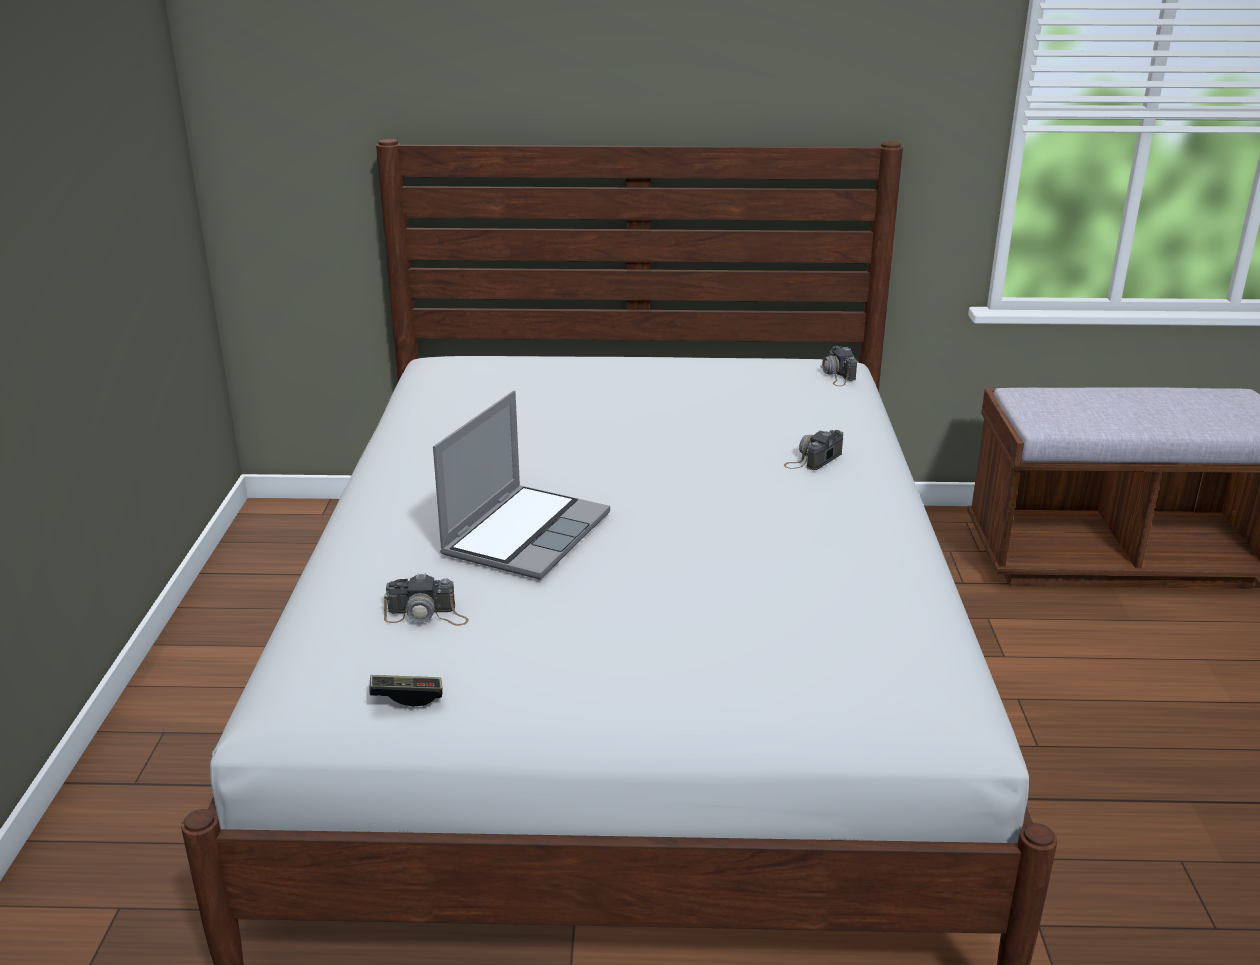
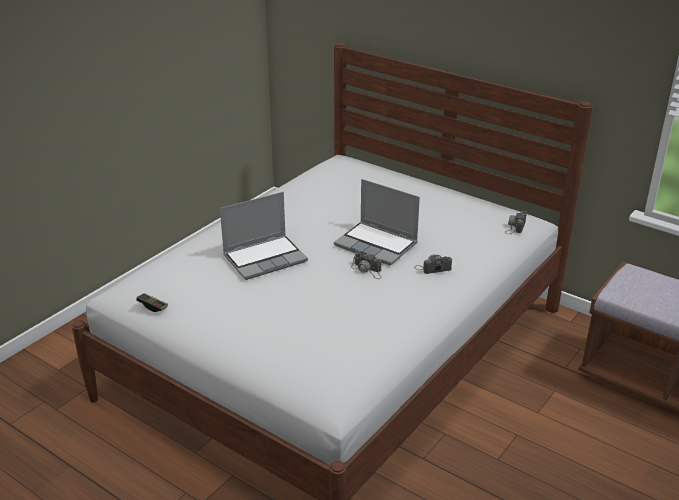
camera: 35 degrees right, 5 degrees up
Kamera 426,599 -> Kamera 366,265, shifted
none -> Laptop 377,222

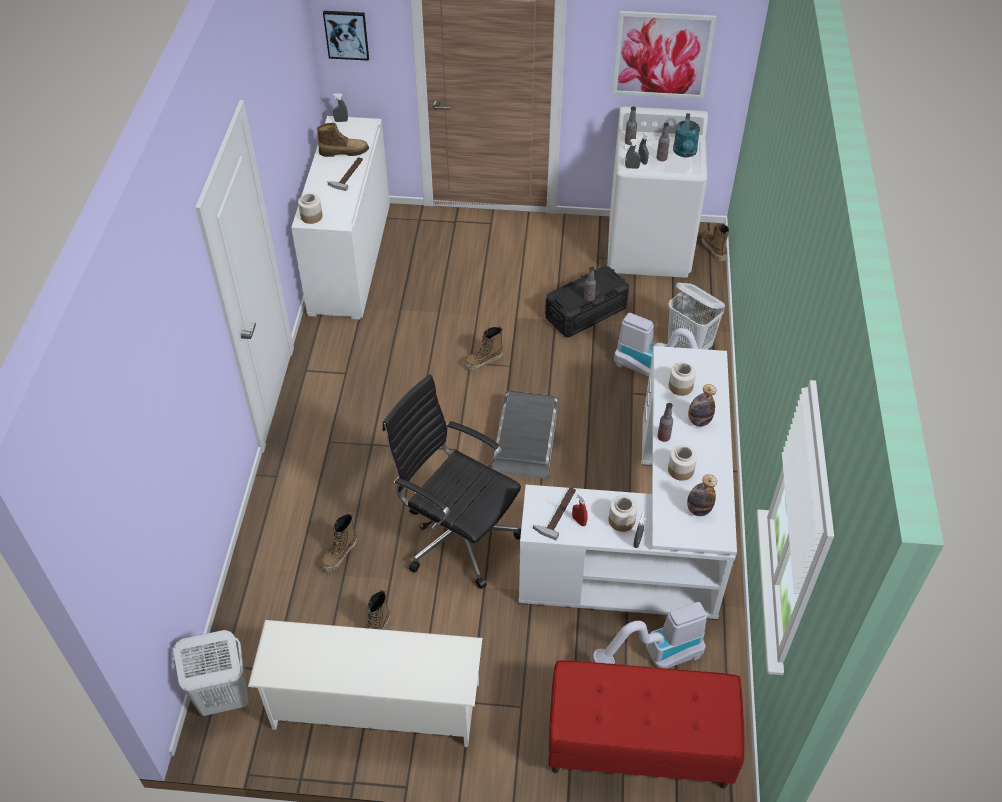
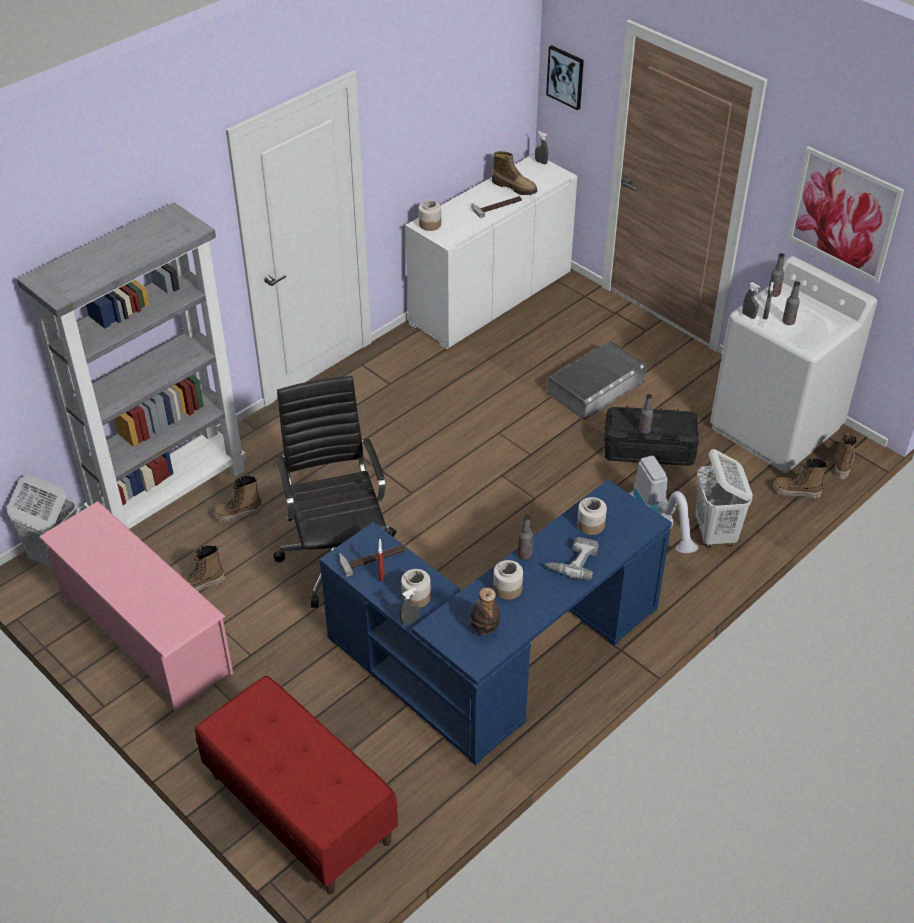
camera: 40 degrees right, 5 degrees down
Schuhregal [weiß] 365,683 -> Schuhregal [rosa] 136,606
Stiefel 483,348 -> Stiefel 801,478, shifted
Aufbewahrungsbox [grau] 526,435 -> Aufbewahrungsbox [grau] 596,380, shifted
Schreibtisch [weiß] 628,483 -> Schreibtisch [blau] 495,623
Staubsauger 650,635 -> none
Gießkanne [türkis] 686,135 -> none
Flasche 702,405 -> Bohrmaschine 572,558
none -> Bücherregal [grau] 131,365

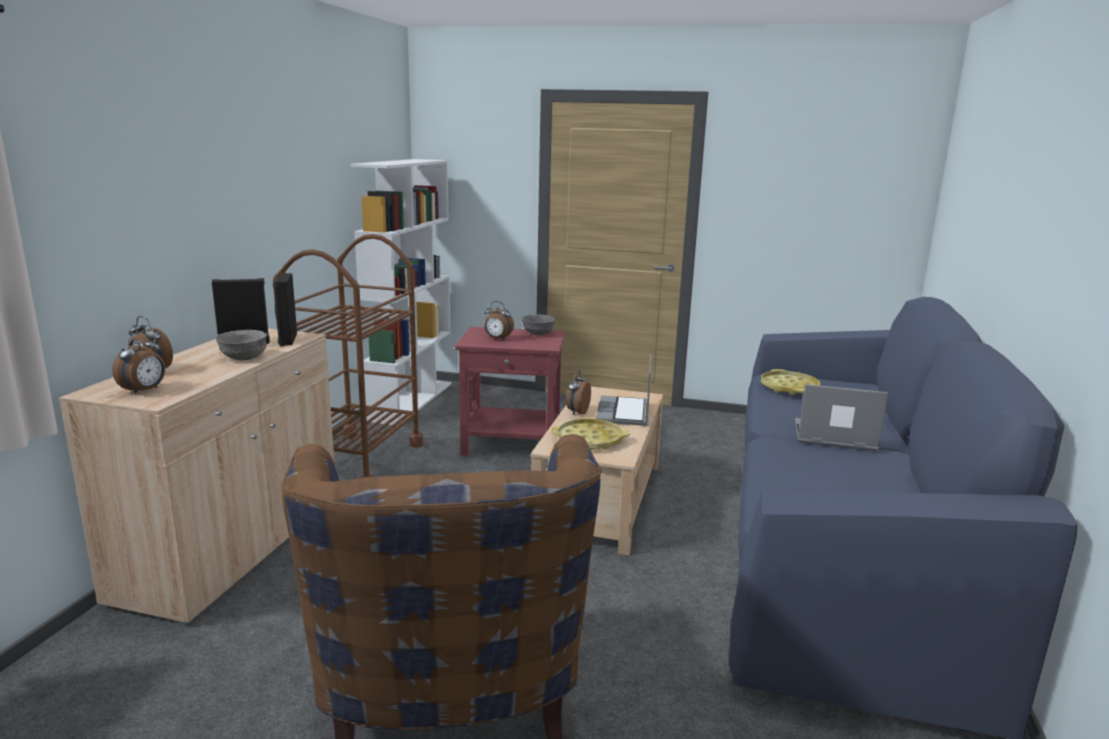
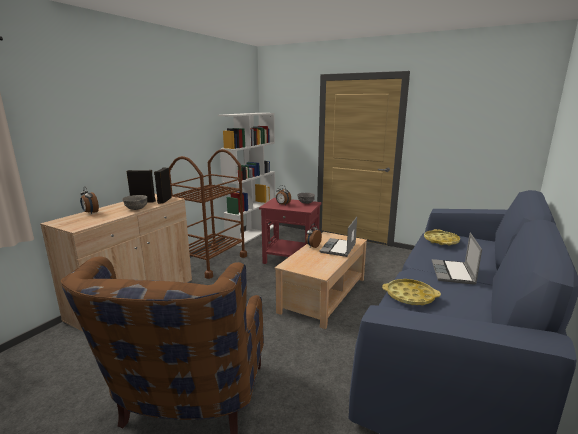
camera: 15 degrees right, 0 degrees up
Wecker 138,363 -> none
Tablett [gelb] 590,434 -> Tablett [gelb] 411,292, shifted
Laptop 841,417 -> Laptop 457,259, 105 degrees counterclockwise

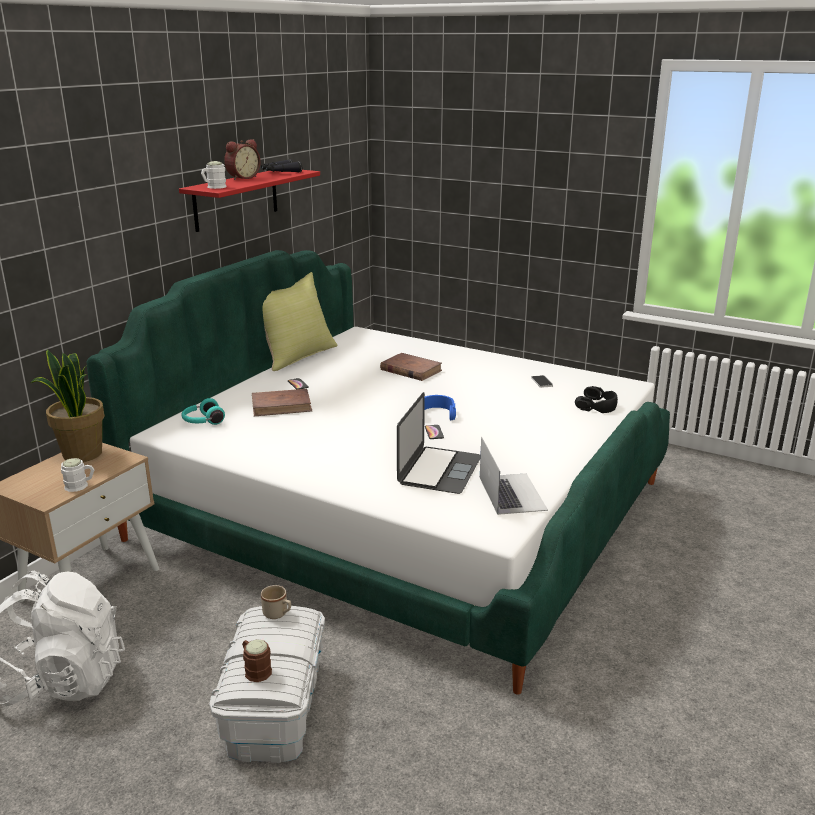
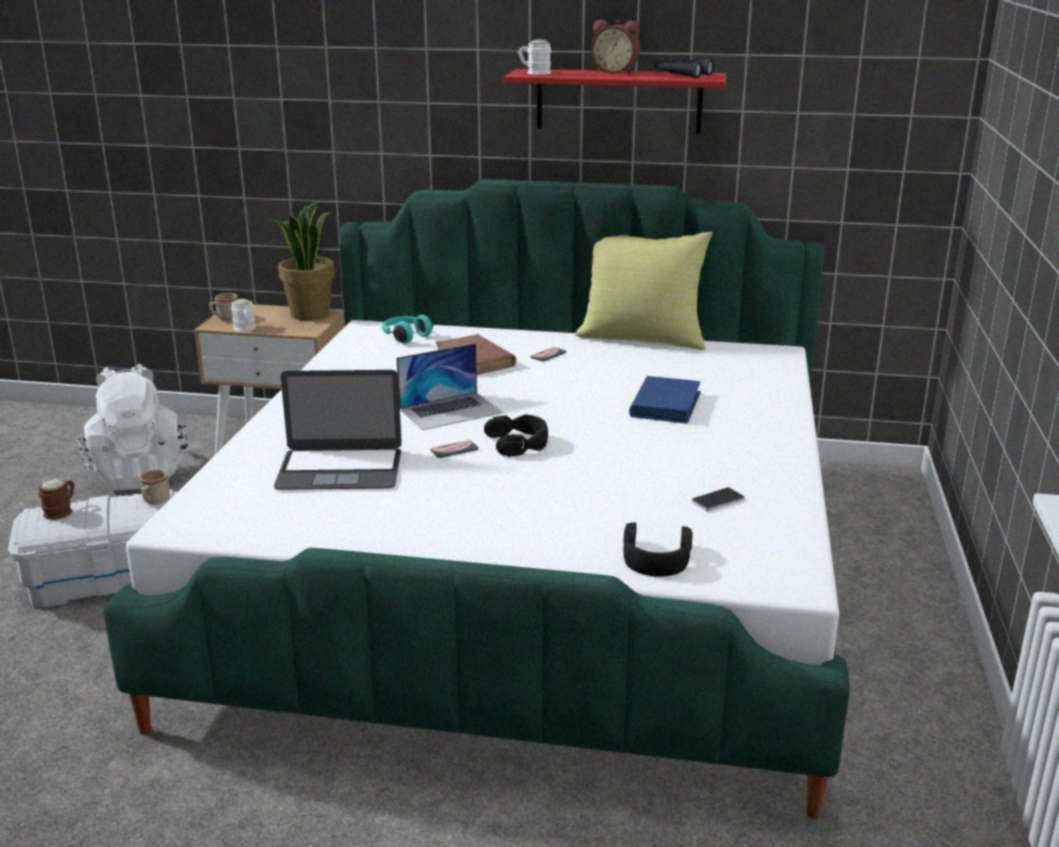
camera: 70 degrees right, 0 degrees up
Buch [braun] 411,367 -> Buch [blau] 665,400
Kopfhörer [blau] 440,407 -> Kopfhörer [schwarz] 516,435
Laptop 514,476 -> Laptop 450,386, shifted
none -> Henkelbecher [beige] 223,306

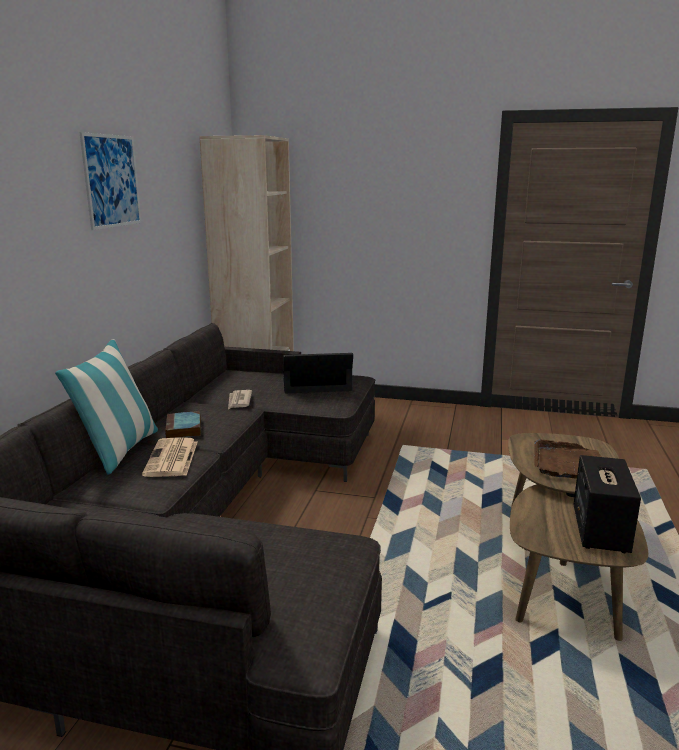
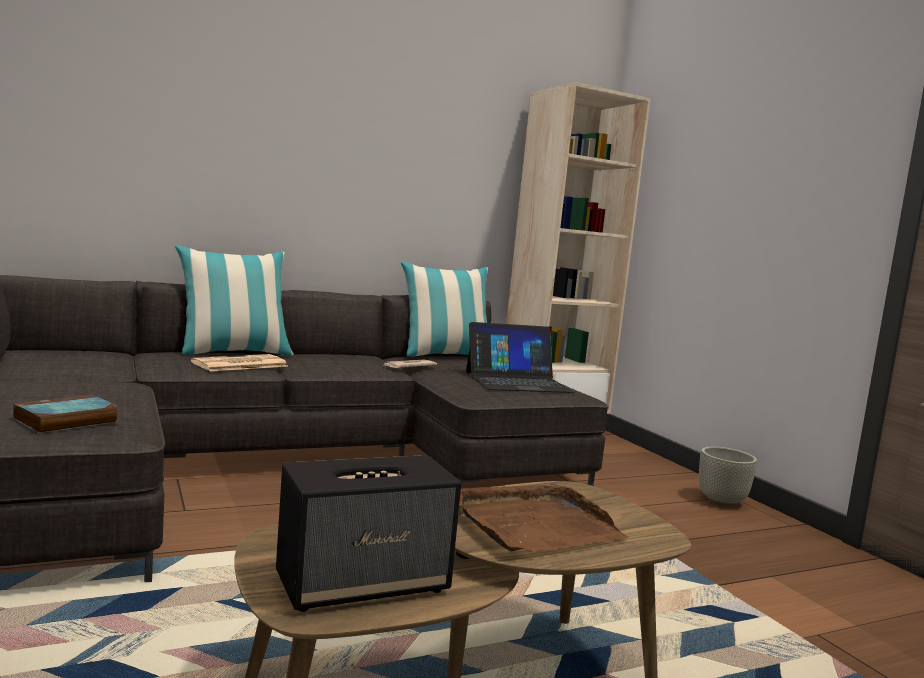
camera: 50 degrees right, 10 degrees down
Bild 110,181 -> none
Buch 183,424 -> Buch 65,414, shifted
Laptop 318,373 -> Laptop 520,357, 120 degrees clockwise
none -> Kissen 444,309
none -> Pflanzkübel [grau] 728,477

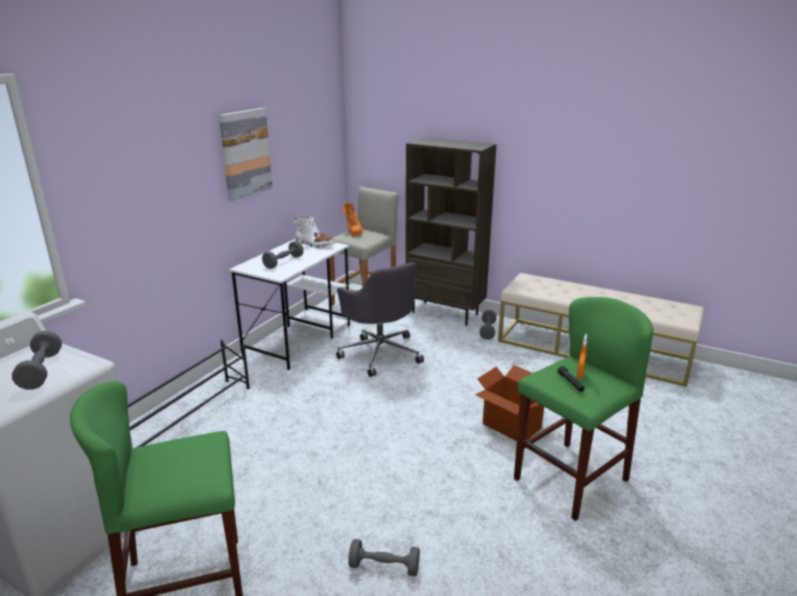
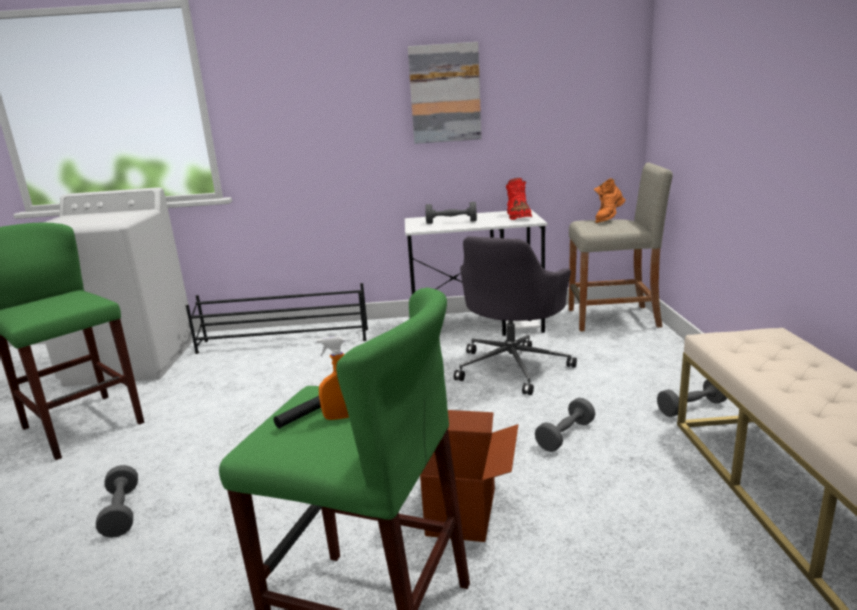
camera: 60 degrees right, 5 degrees down
Hantel [grau] 37,360 -> Hantel [grau] 565,425, shifted
Stiefel [weiß] 314,232 -> Stiefel [rot] 519,199
Bücherregal [braun] 451,231 -> none

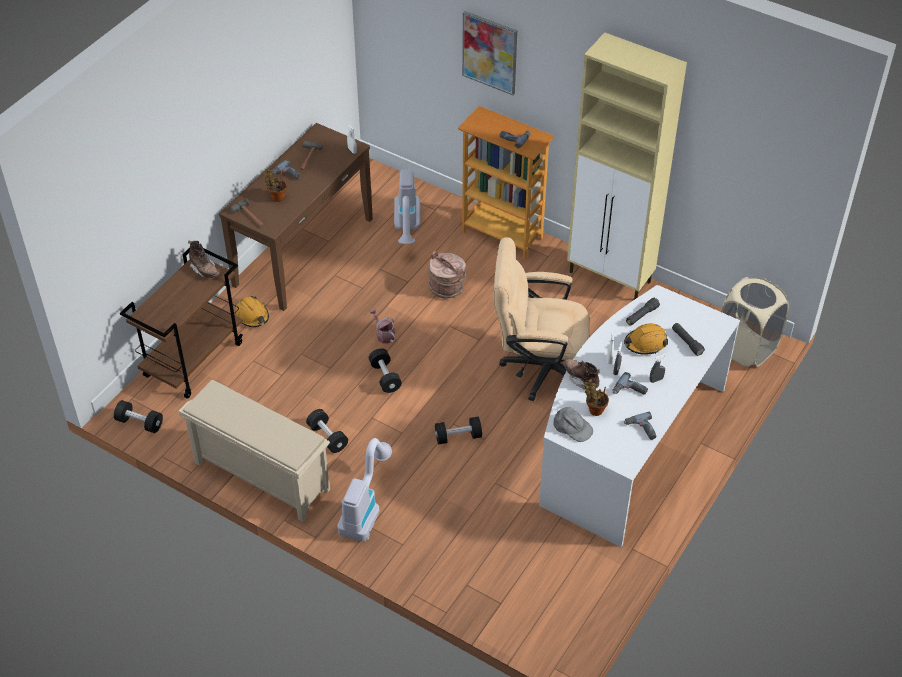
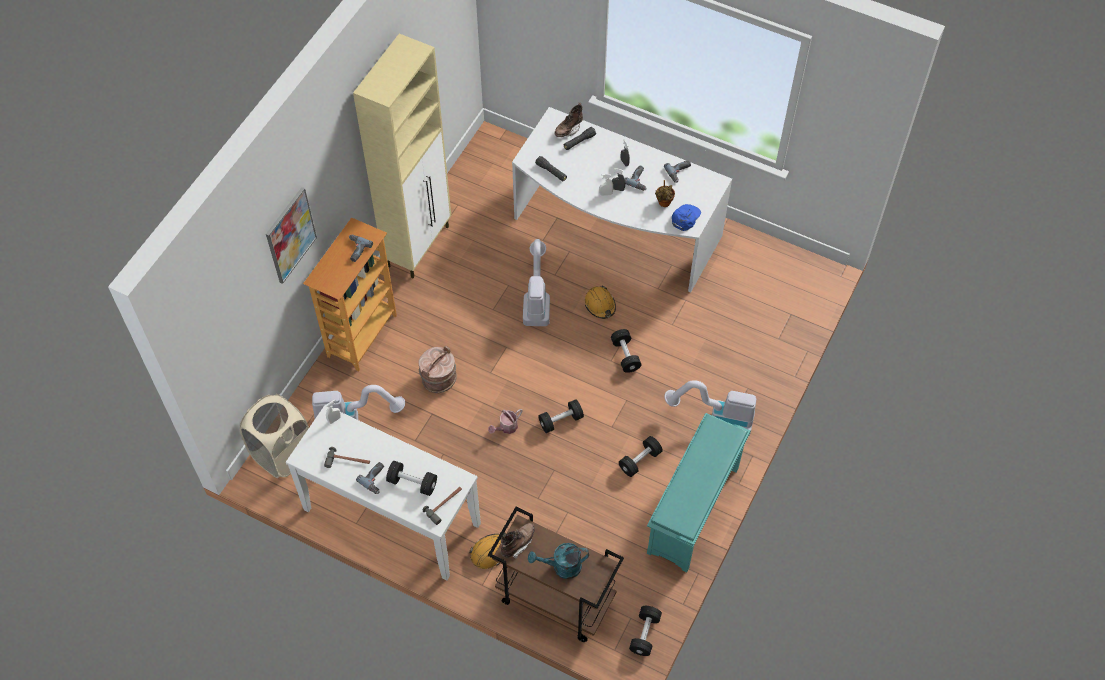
camera: 95 degrees left, 10 degrees up
Schuhregal [beige] 254,451 -> Schuhregal [türkis] 698,492
Konsolentisch [braun] 296,217 -> Konsolentisch [weiß] 383,493
Topfpflanze 275,185 -> Hantel [schwarz] 411,478
Bürostuhl [beige] 542,319 -> Staubsauger 536,282
Kappe [grau] 573,424 -> Kappe [blau] 686,217
Stiefel [braun] 581,374 -> Stiefel [braun] 568,120, shifted
Schutzhelm [orange] 646,339 -> Schutzhelm [orange] 600,302, shifted
Wäschekorb [beige] 755,322 -> Wäschekorb [beige] 274,436, shifted
none -> Gießkanne [türkis] 558,561

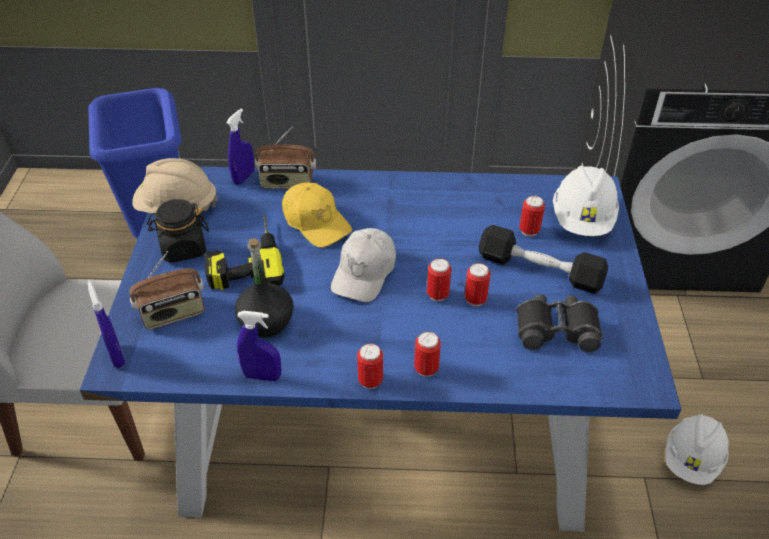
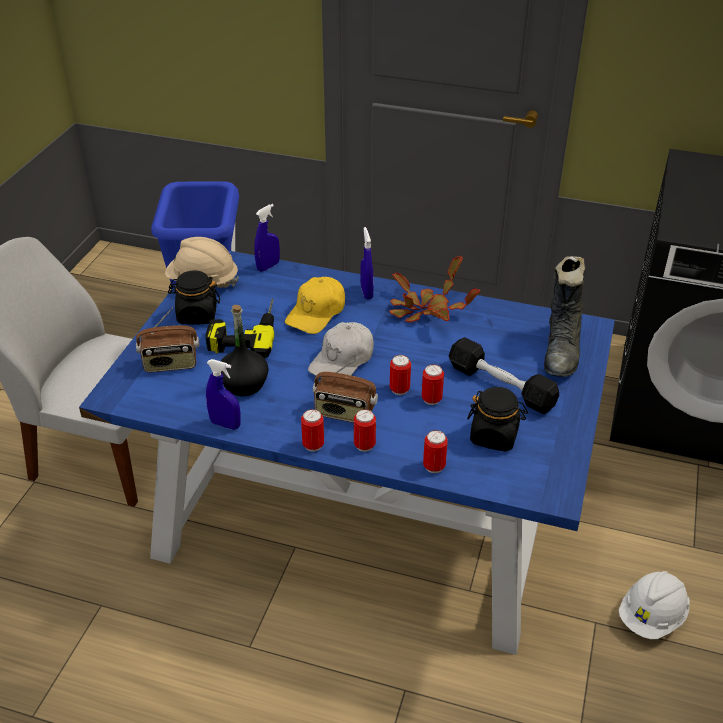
camera: 15 degrees right, 5 degrees down
Sprühflasche [blau] 106,324 -> Sprühflasche [blau] 366,263, shifted
Radio 285,157 -> Radio 345,390, shifted
Kappe [gelb] 317,215 -> Kappe [gelb] 315,305, 60 degrees clockwise
Fernglas [schwarz] 559,323 -> Vorratsglas [schwarz] 497,419
Dose 532,216 -> Dose 435,451, shifted
Schutzhelm [weiß] 586,200 -> Stiefel [schwarz] 564,316
none -> Topfpflanze 434,289

